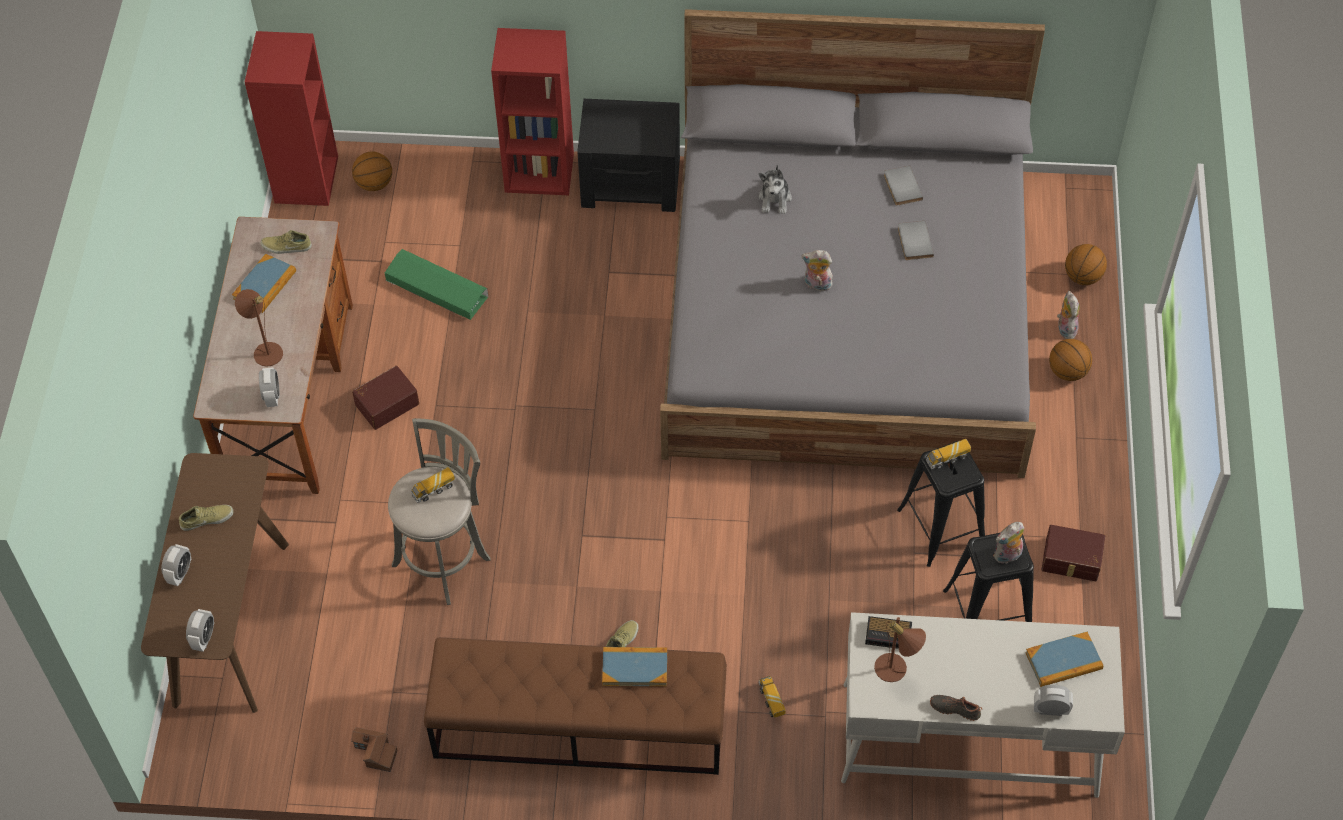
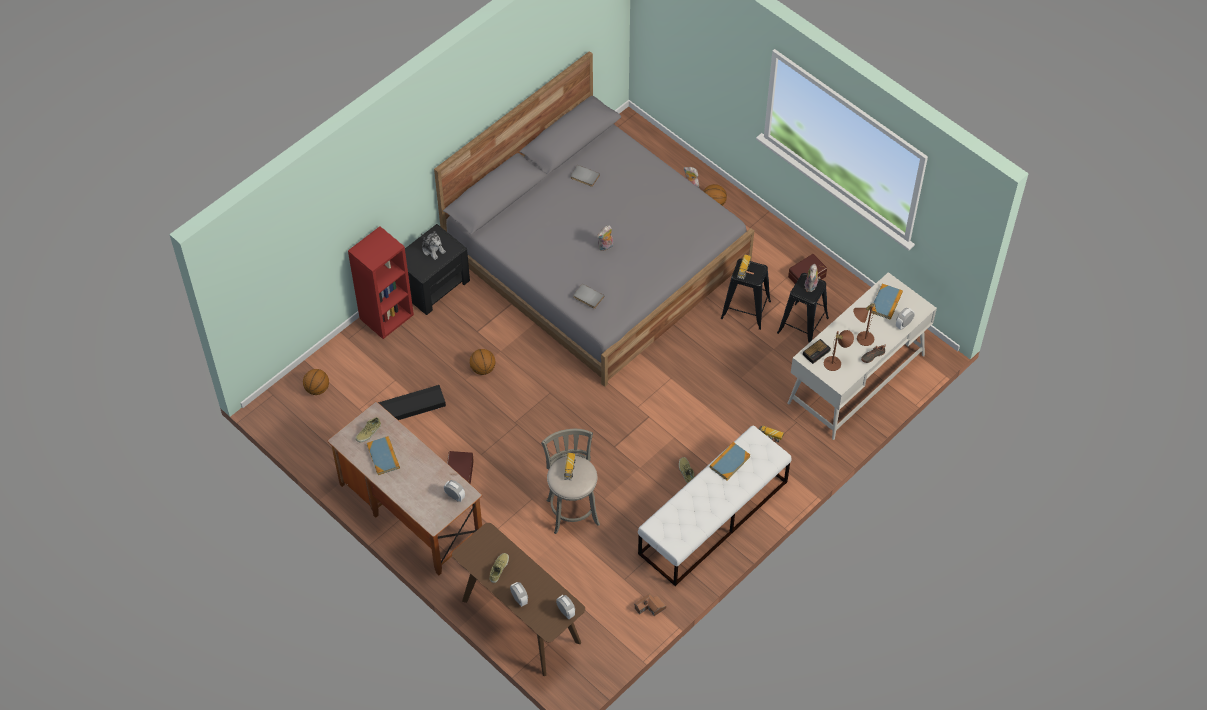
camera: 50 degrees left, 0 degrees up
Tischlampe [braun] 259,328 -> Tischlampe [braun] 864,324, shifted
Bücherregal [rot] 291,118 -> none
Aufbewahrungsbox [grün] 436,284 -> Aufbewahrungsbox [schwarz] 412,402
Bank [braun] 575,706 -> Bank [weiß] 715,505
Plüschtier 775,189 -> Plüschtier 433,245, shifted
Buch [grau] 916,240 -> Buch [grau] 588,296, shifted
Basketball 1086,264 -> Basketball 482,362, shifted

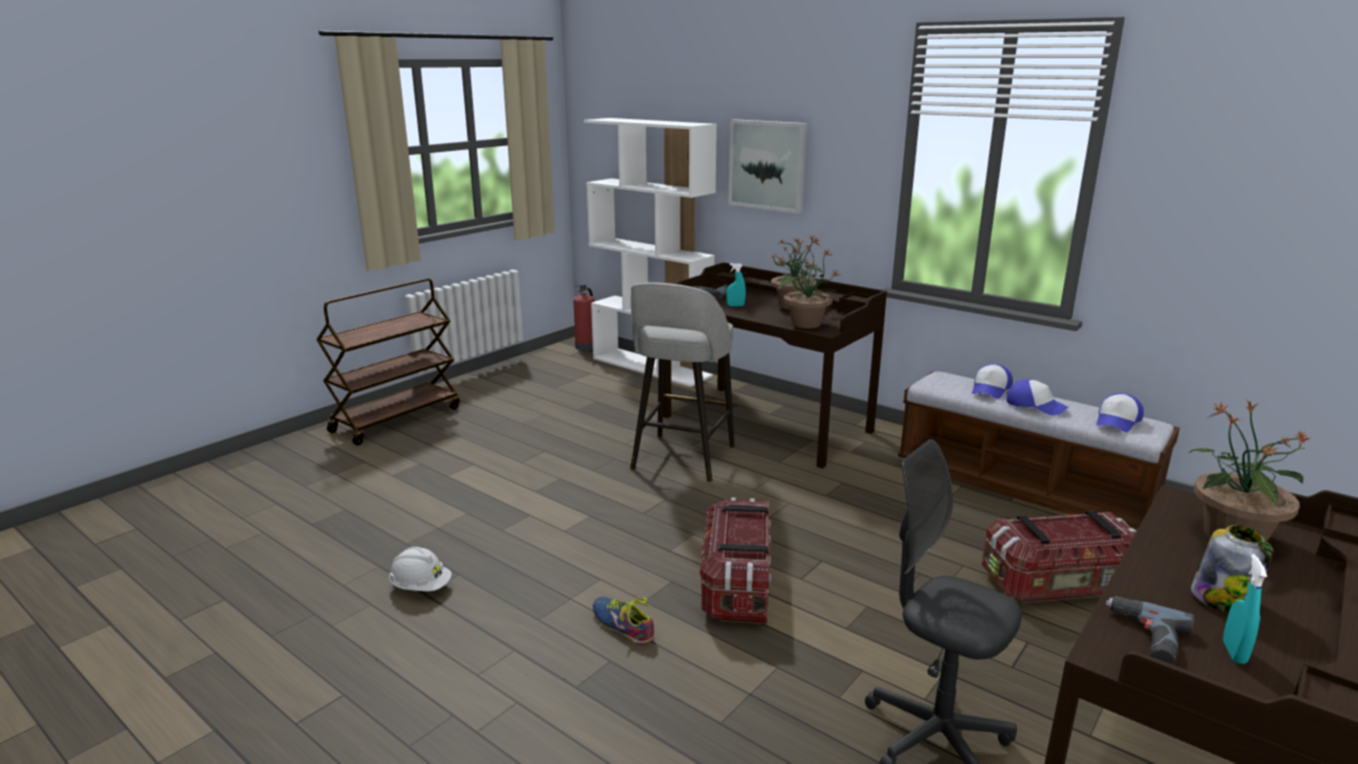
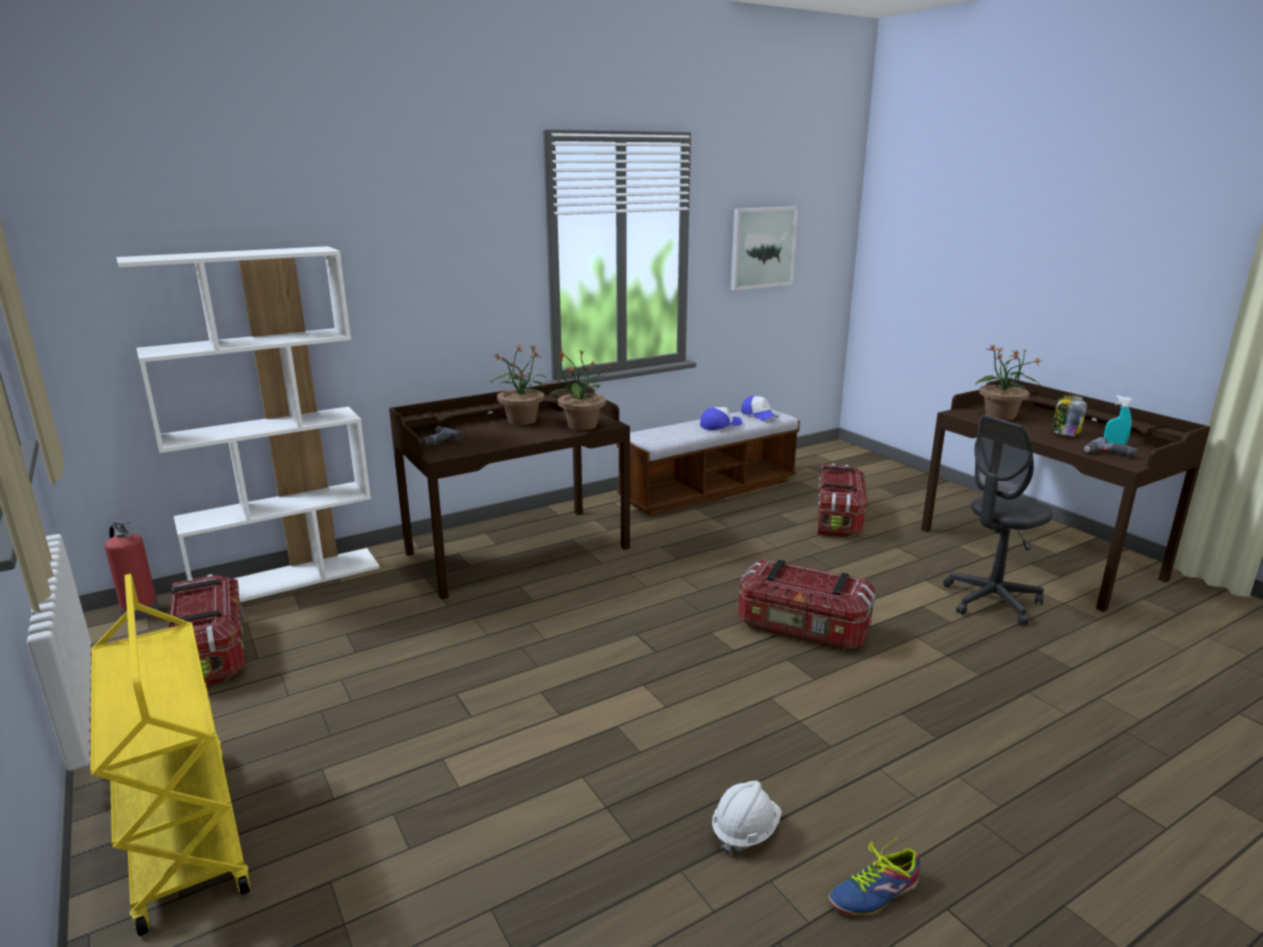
camera: 70 degrees left, 0 degrees up
Rollwagen [braun] 388,361 -> Rollwagen [gelb] 170,755
Schuh 623,621 -> Schuh 874,876, shifted
Hocker [grau] 682,382 -> none
Sprühflasche [türkis] 736,285 -> none
Bild 767,166 -> Bild 764,248, shifted
Kappe 992,381 -> none
none -> Aufbewahrungsbox 206,629

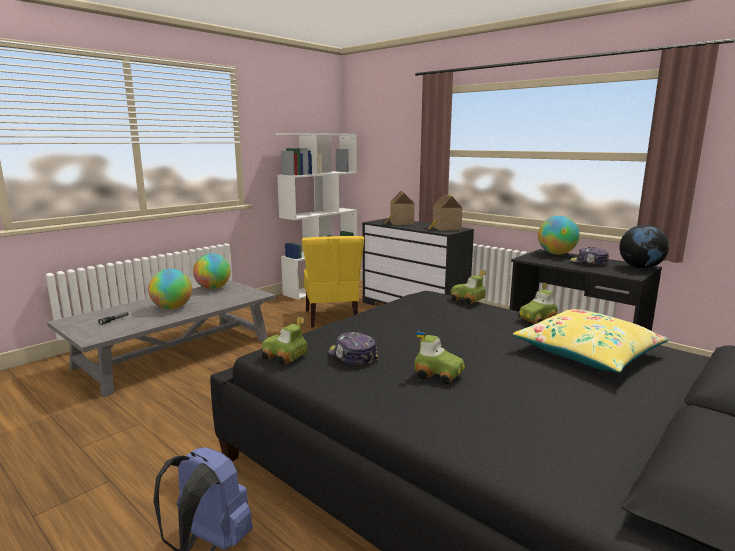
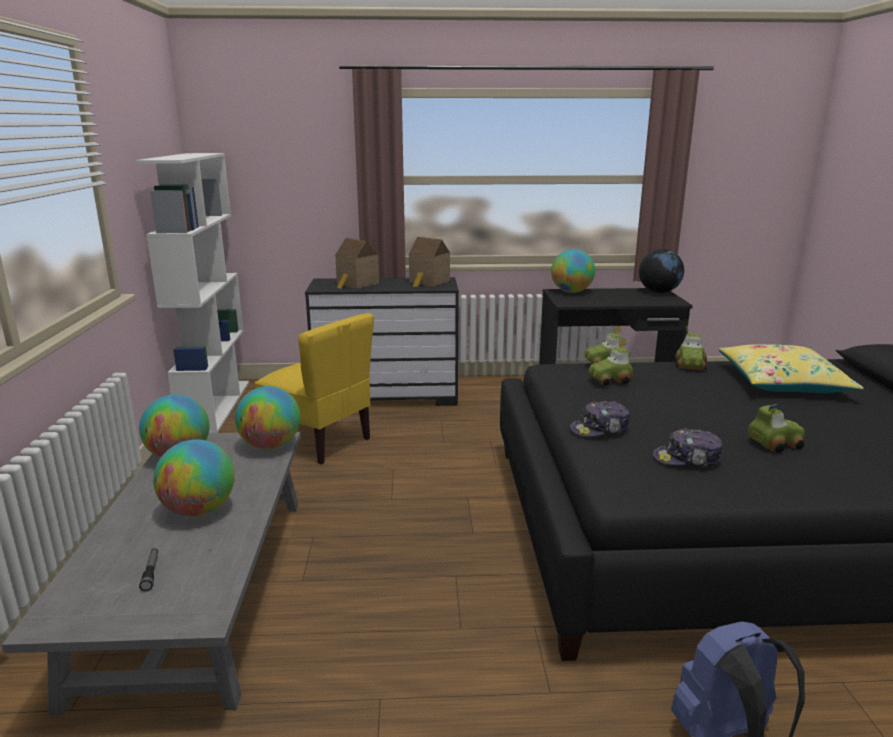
camera: 45 degrees left, 5 degrees up
Spielzeugauto 284,341 -> Spielzeugauto 611,362, shifted
Kappe 589,256 -> Kappe 600,419, shifted
none -> Globus 267,418

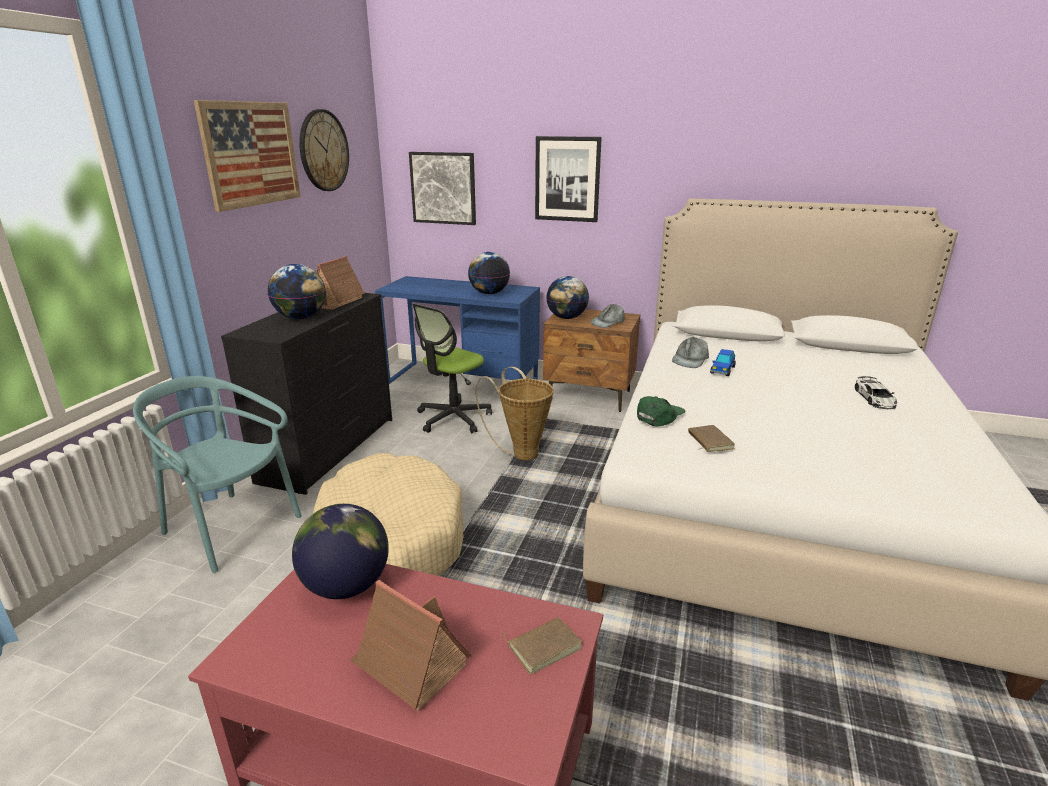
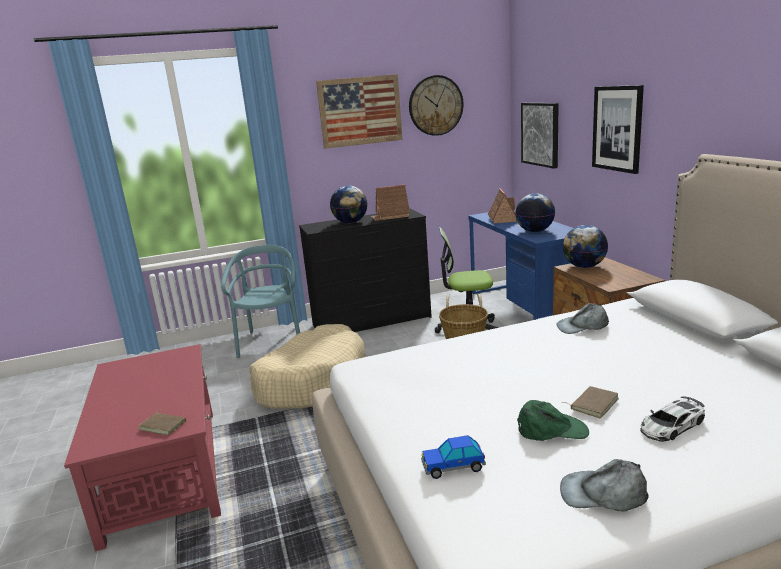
camera: 55 degrees right, 5 degrees down
Globus 340,551 -> none
Spielzeughaus 410,645 -> Spielzeughaus 502,205, shifted
Kappe [grau] 607,316 -> Kappe [grau] 604,485, shifted
Kappe [grün] 661,411 -> Kappe [grün] 553,420, shifted
Buch [braun] 711,438 -> Buch [braun] 591,402, shifted
Spielzeugauto 723,362 -> Spielzeugauto 453,457, shifted

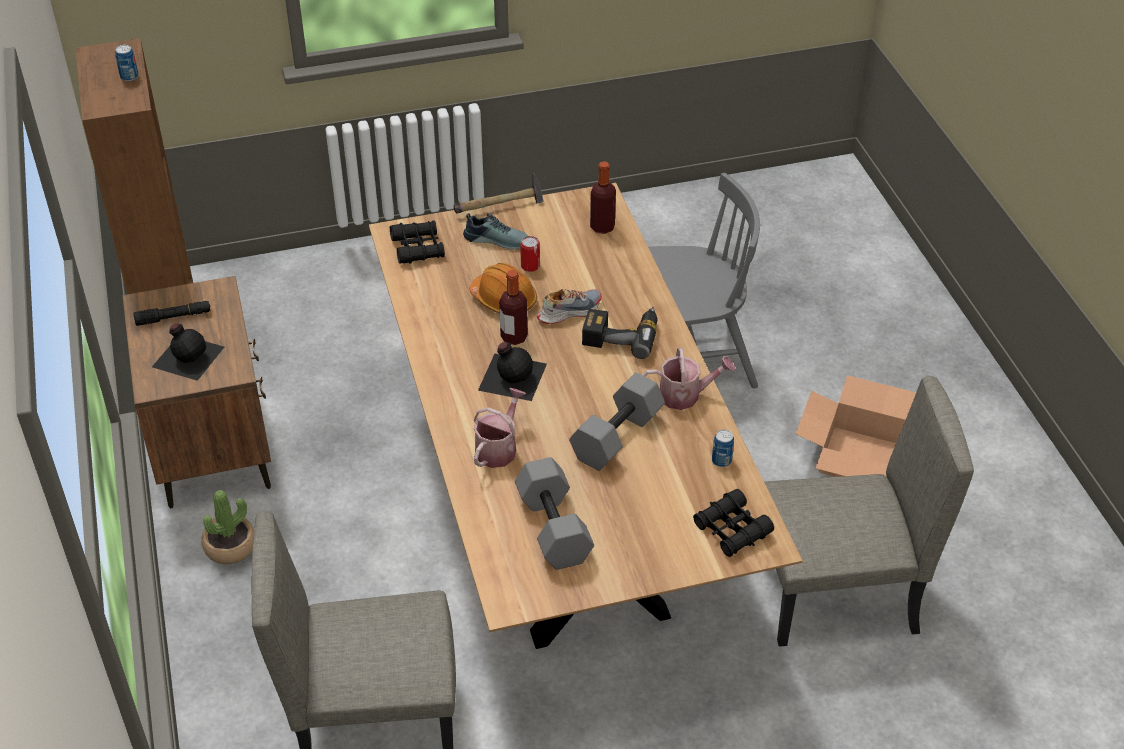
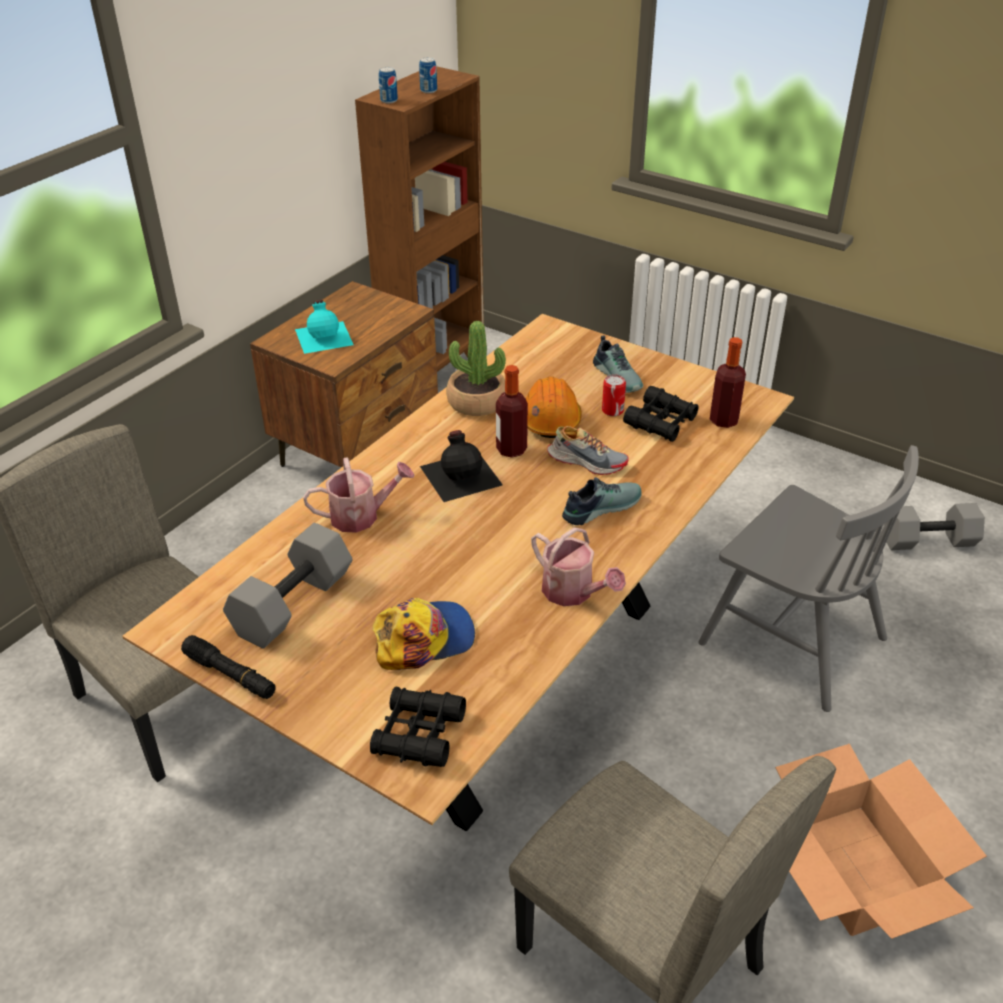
camera: 50 degrees right, 5 degrees down
Taschenlampe [schwarz] 171,313 -> Taschenlampe [schwarz] 228,667, shifted
Flasche [schwarz] 188,352 -> Flasche [türkis] 324,327
Topfpflanze 228,527 -> Topfpflanze 476,368, shifted
Fernglas [schwarz] 417,242 -> Fernglas [schwarz] 661,414, shifted
Hammer 499,193 -> none
Hantel [grau] 617,421 -> Hantel [grau] 934,526, shifted
Bohrmaschine 619,333 -> Schuh 602,501
Dose 723,448 -> Dose 388,85, shifted
none -> Kappe 423,634

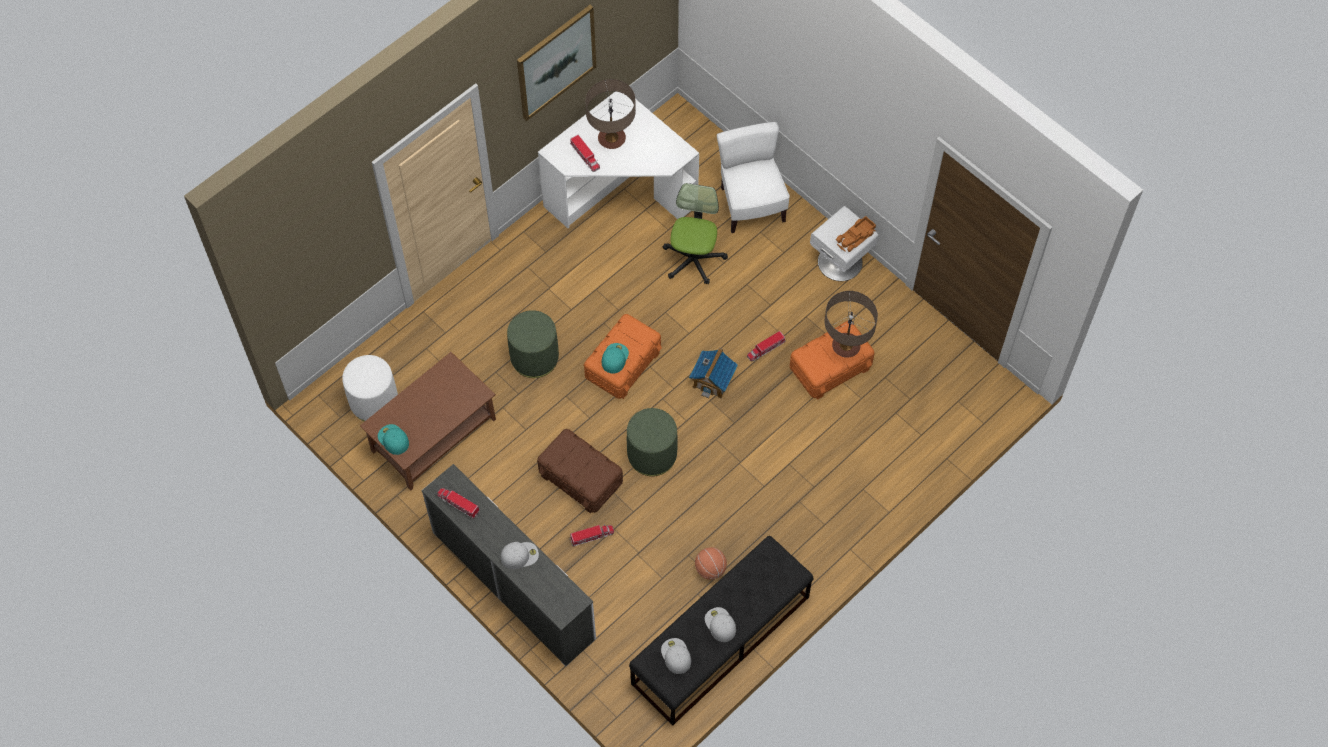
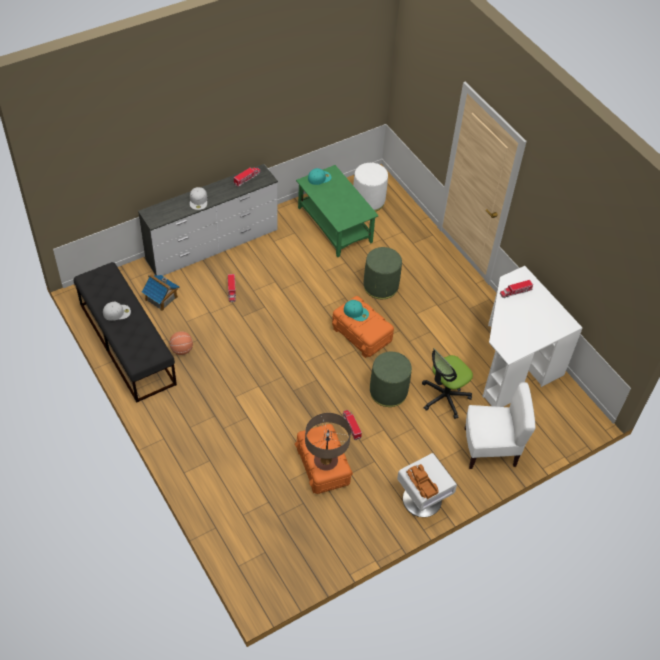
camera: 100 degrees right, 10 degrees down
Couchtisch [braun] 428,421 -> Couchtisch [grün] 337,211
Bild 556,63 -> none
Aufbewahrungsbox [braun] 580,471 -> none
Tischlampe 610,114 -> none
Polsterhocker [grün] 652,442 -> Polsterhocker [grün] 391,379, shifted
Kappe [weiß] 676,656 -> none
Bürostuhl 695,233 -> Bürostuhl 447,383, 120 degrees clockwise
Spielzeughaus 713,373 -> Spielzeughaus 161,292, shifted

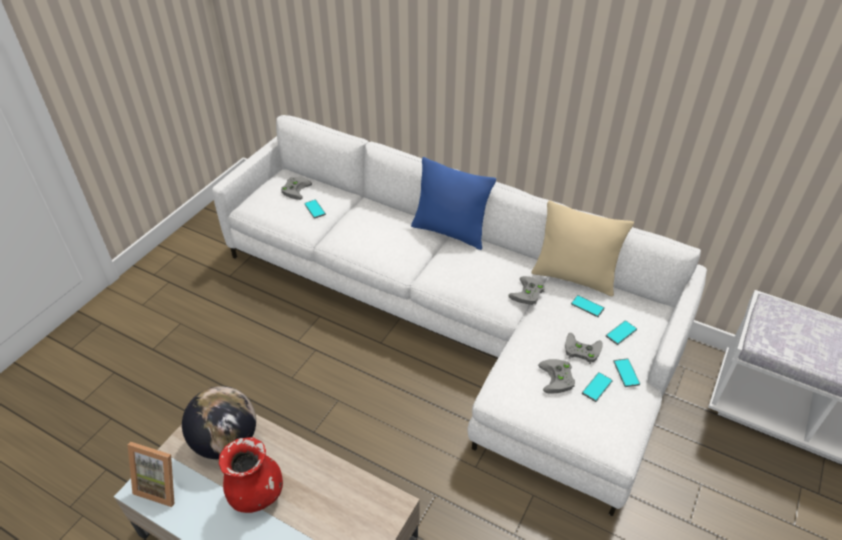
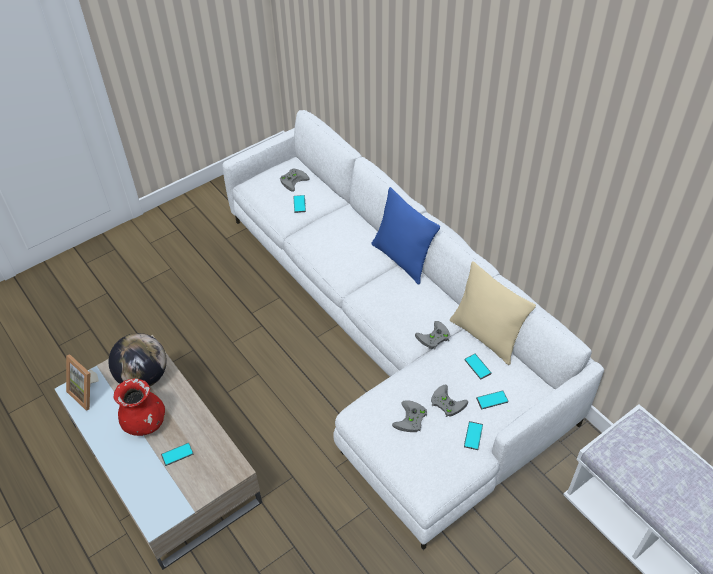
camera: 25 degrees right, 5 degrees up
Handy 597,387 -> Handy 177,454, shifted

